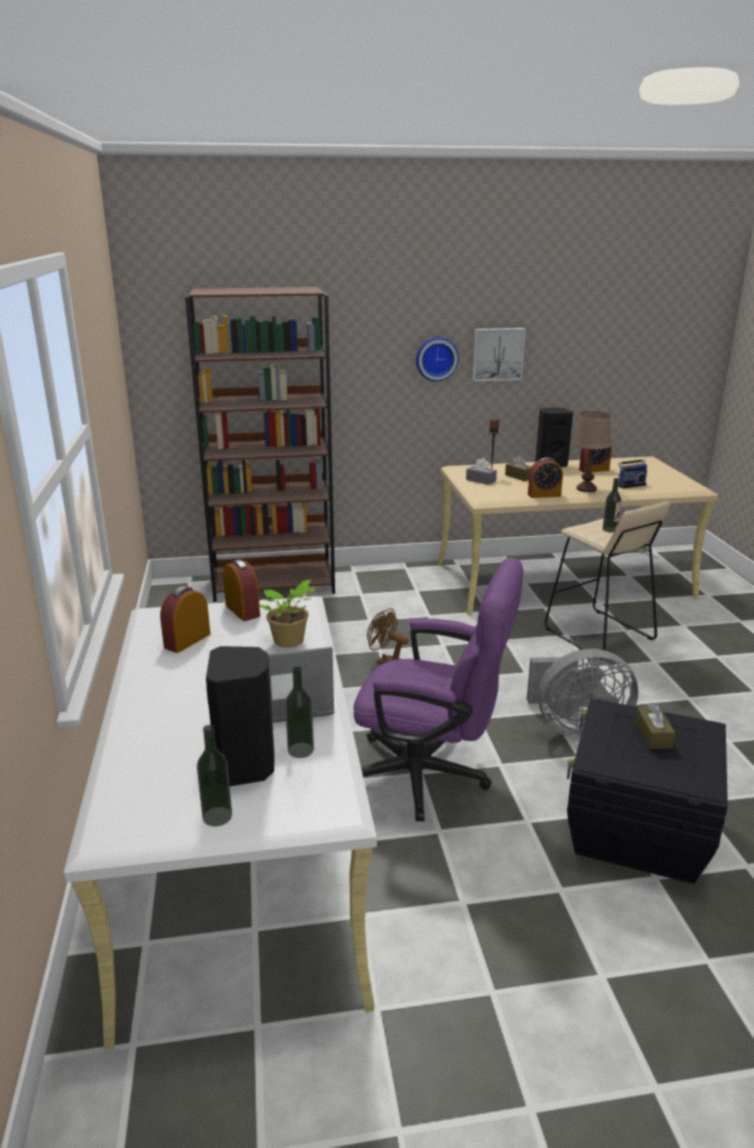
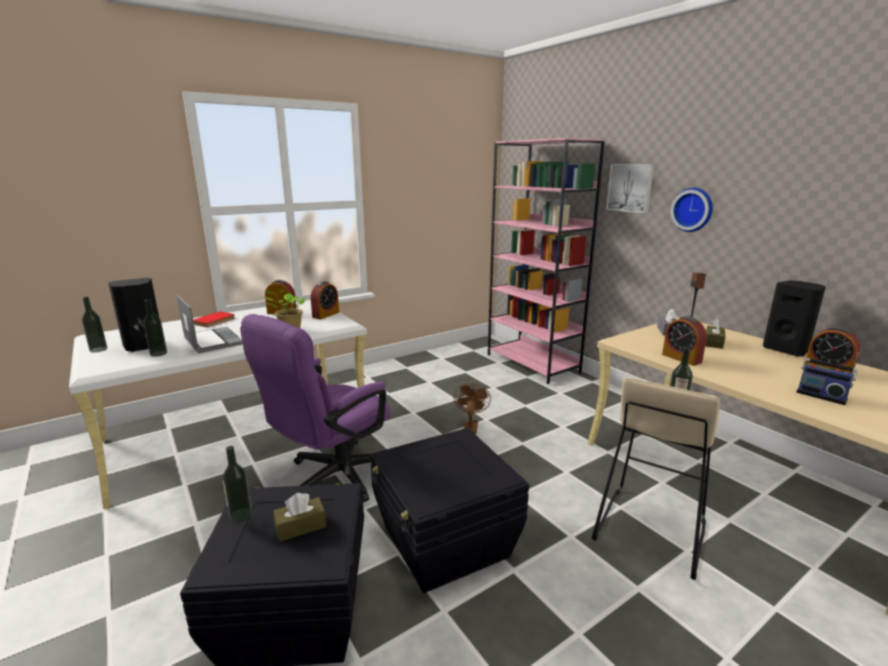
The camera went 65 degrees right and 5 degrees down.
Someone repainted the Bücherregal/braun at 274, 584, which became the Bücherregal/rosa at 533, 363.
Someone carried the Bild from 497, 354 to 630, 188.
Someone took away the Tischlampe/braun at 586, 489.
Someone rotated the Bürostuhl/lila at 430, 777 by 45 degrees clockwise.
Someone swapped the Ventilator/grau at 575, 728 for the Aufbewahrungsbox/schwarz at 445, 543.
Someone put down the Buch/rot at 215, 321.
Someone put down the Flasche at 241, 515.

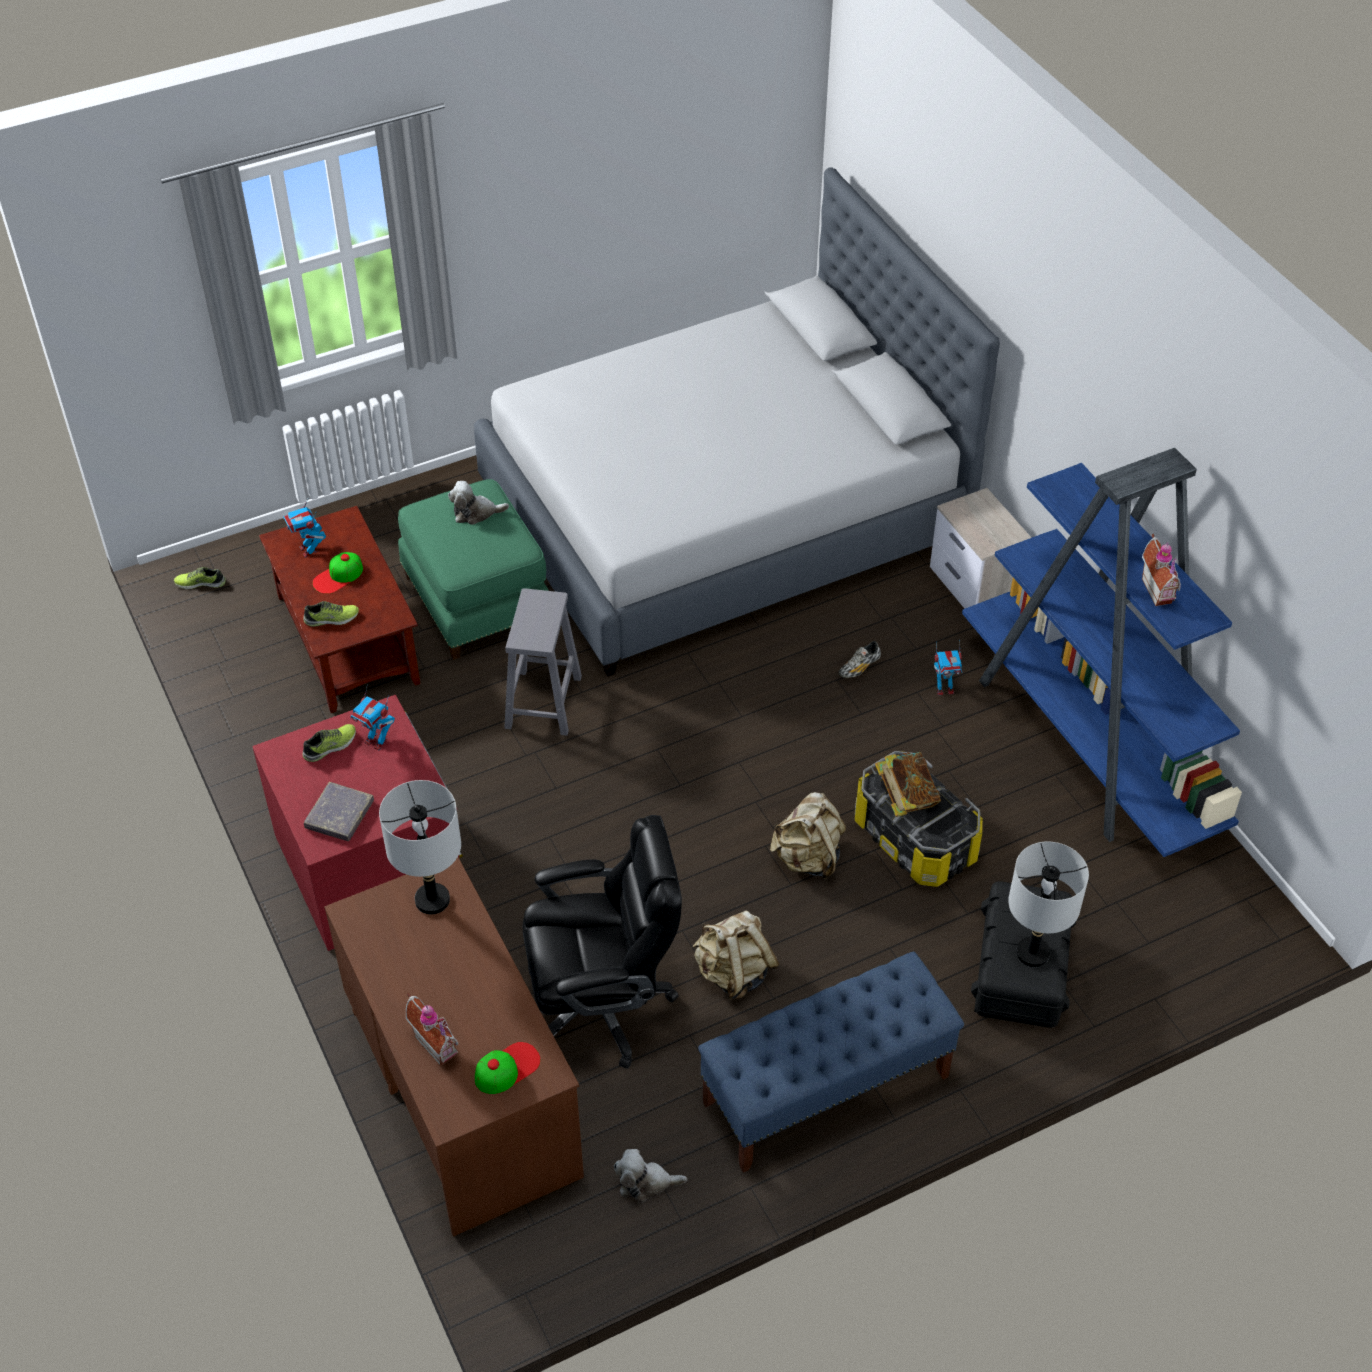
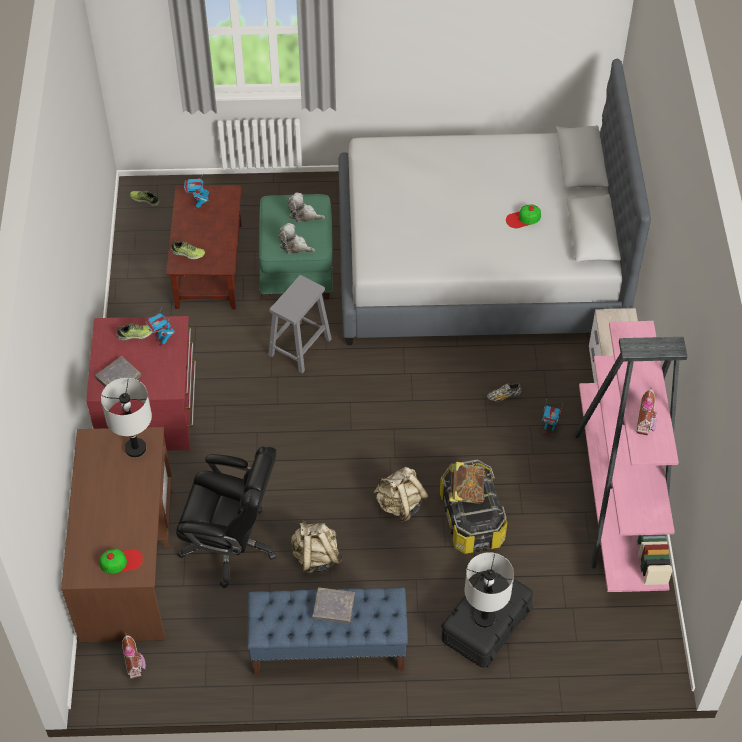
The camera went 25 degrees right and 5 degrees up.
Someone repainted the Bücherregal/blau at 1087, 744, which became the Bücherregal/rosa at 618, 500.
Someone carried the Kappe from 338, 576 to 523, 218.
Someone carried the Spielzeughaus from 438, 1043 to 136, 665.
Someone carried the Plüschtier from 645, 1182 to 295, 246.
Someone put down the Buch/grau at 333, 607.

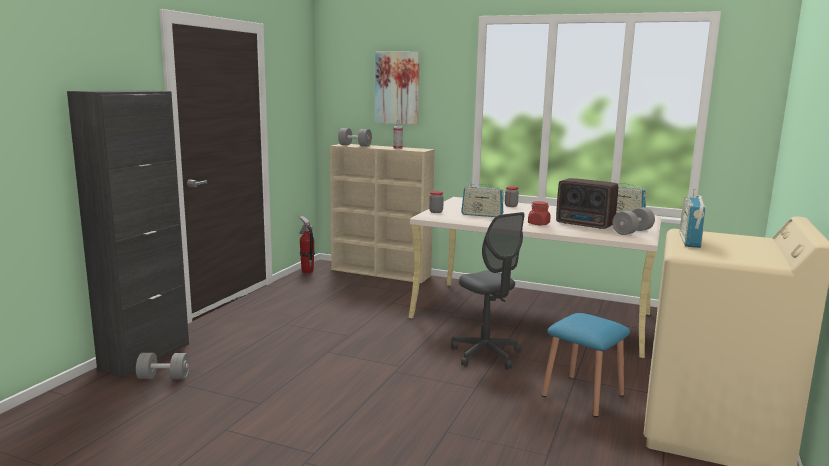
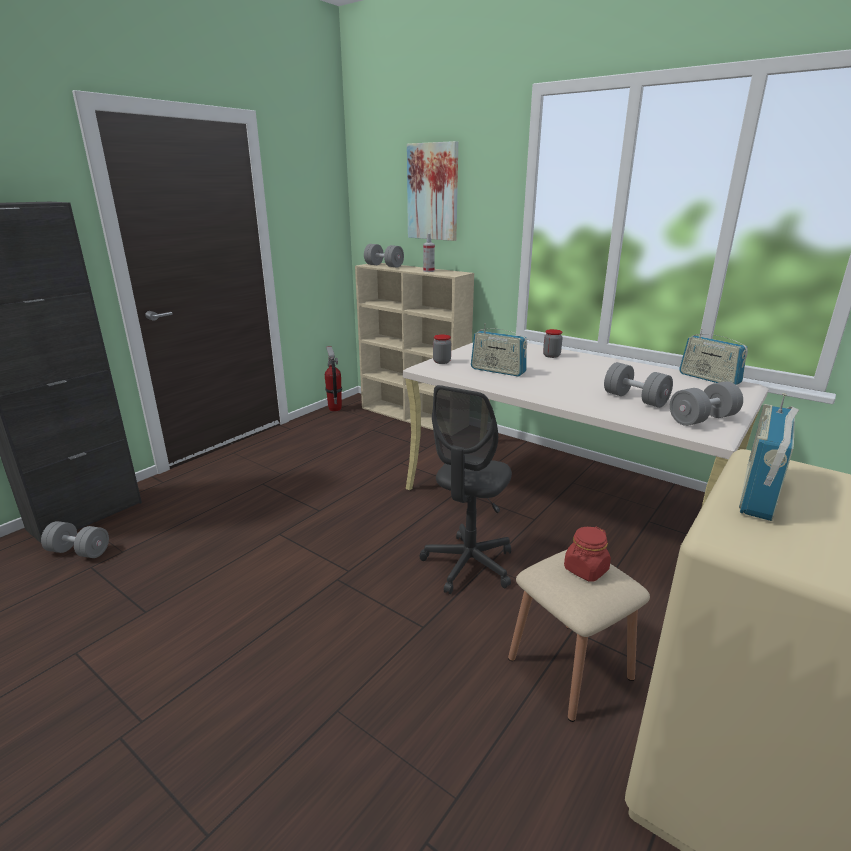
The camera went 15 degrees right and 10 degrees up.
Someone swapped the Radio at 585, 225 for the Hantel/grau at 635, 399.
Someone carried the Vorratsglas/rot from 538, 224 to 585, 570.
Someone rotated the Bürostuhl/grau at 485, 355 by 45 degrees clockwise.
Someone repainted the Hocker/blau at 582, 395, which became the Hocker/beige at 570, 668.

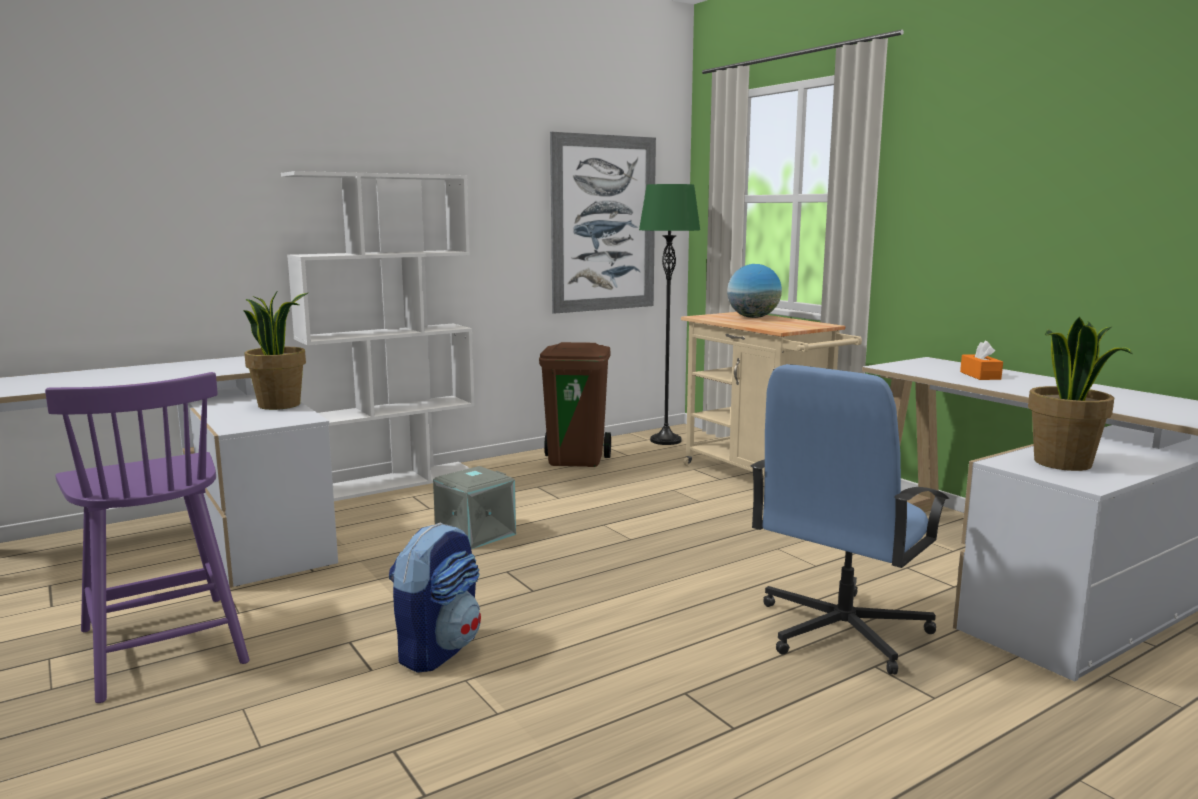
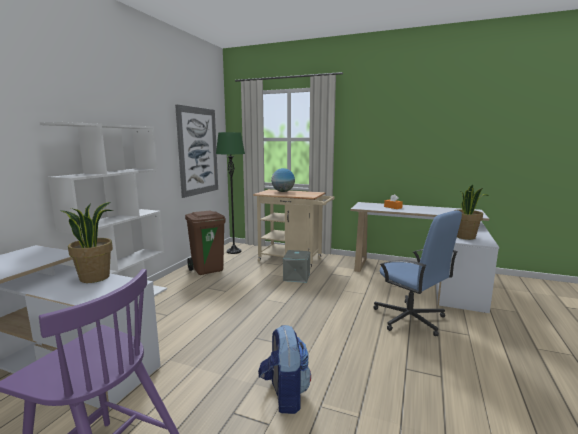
The camera went 35 degrees left and 0 degrees up.
Someone rotated the Bürostuhl/blau at 840, 631 by 45 degrees counterclockwise.
Someone carried the Aufbewahrungsbox/grau from 475, 533 to 296, 277.

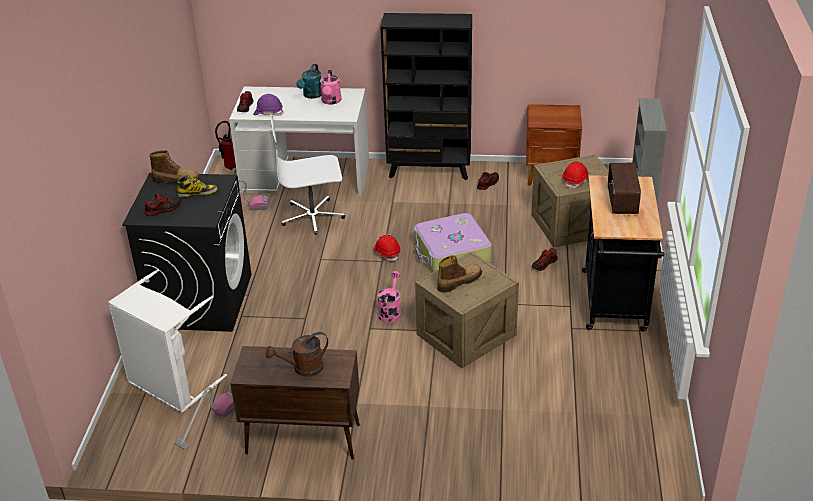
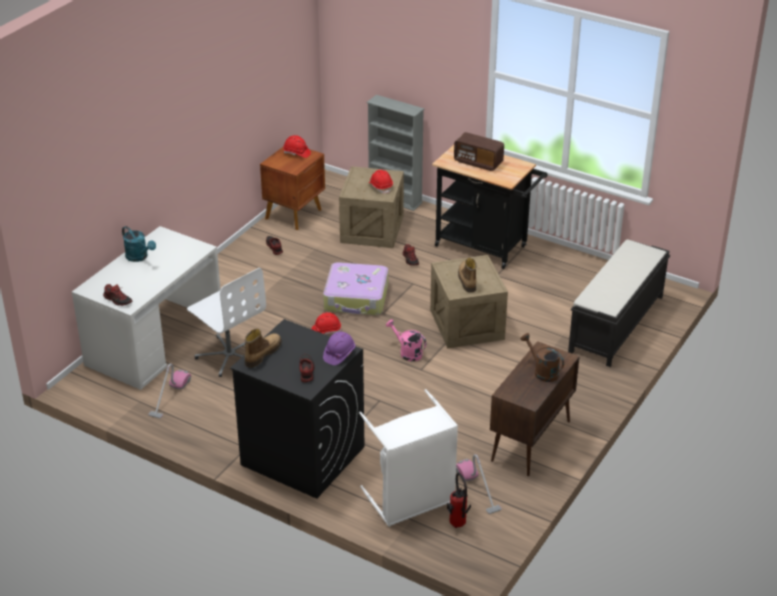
The camera went 65 degrees left and 0 degrees up.
Someone took away the Bücherregal/schwarz at 429, 170.
Someone took away the Gießkanne/rosa at 331, 101.
Someone carried the Schutzhelm/lila from 268, 113 to 339, 354.
Someone rotated the Bürostuhl/weiß at 313, 217 by 60 degrees counterclockwise.
Someone carried the Feuerlöscher from 228, 168 to 457, 526.
Someone took away the Stiefel at 197, 192.
Someone rotated the Gießkanne/braun at 303, 369 by 135 degrees clockwise.
Someone put down the Schutzhelm/rot at 296, 153.
Someone put down the Bank/schwarz at 616, 325.

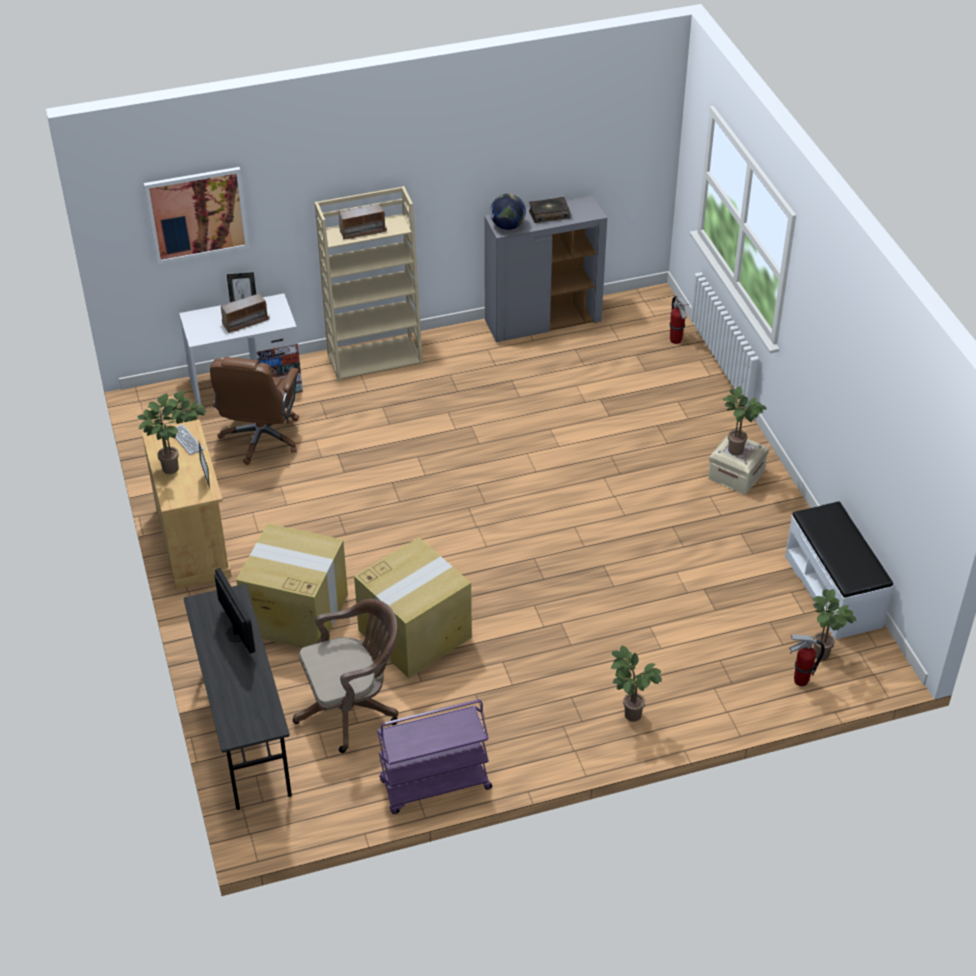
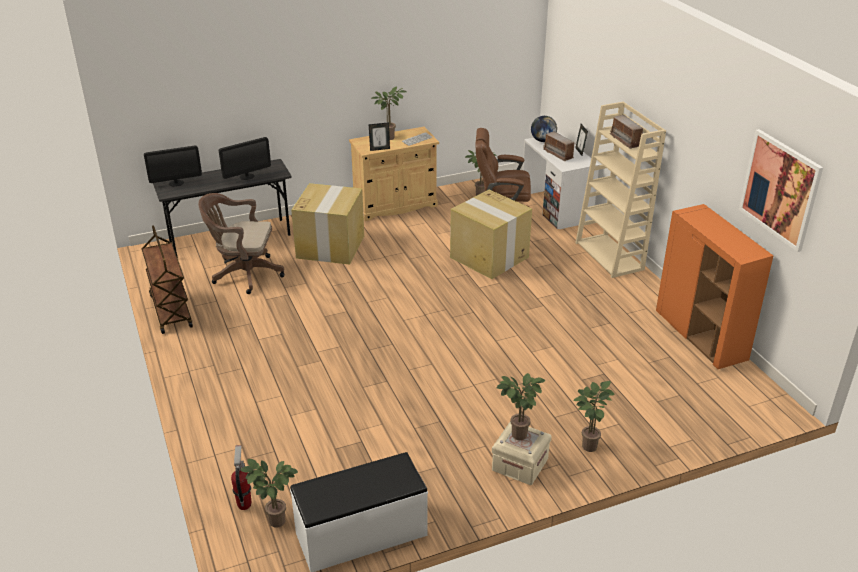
The camera went 85 degrees right and 10 degrees down.
Someone carried the Bild from 197, 214 to 780, 189.
Someone carried the Globus from 507, 226 to 543, 140.
Someone repainted the Schrank/grau at 543, 322, which became the Schrank/orange at 701, 336.
Someone took away the Buch at 549, 214.
Someone took away the Feuerlöscher at 676, 340.
Someone carried the Karton from 416, 633 to 490, 257.
Someone rotated the Bürostuhl/braun at 352, 709 by 120 degrees clockwise.
Someone carried the Topfpflanze from 629, 715 to 588, 444.
Someone repainted the Rollwagen/lila at 434, 786, which became the Rollwagen/braun at 170, 311.
Someone put down the Monitor at 176, 183.

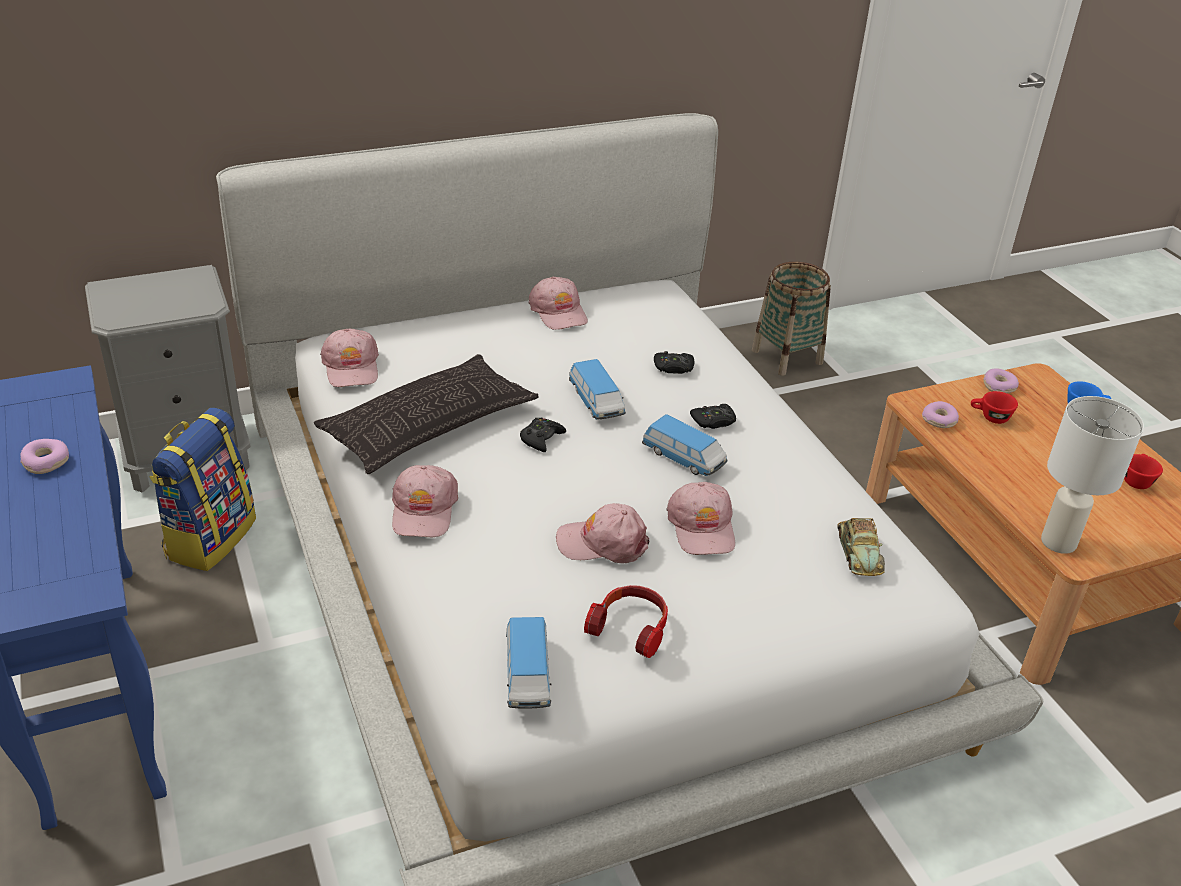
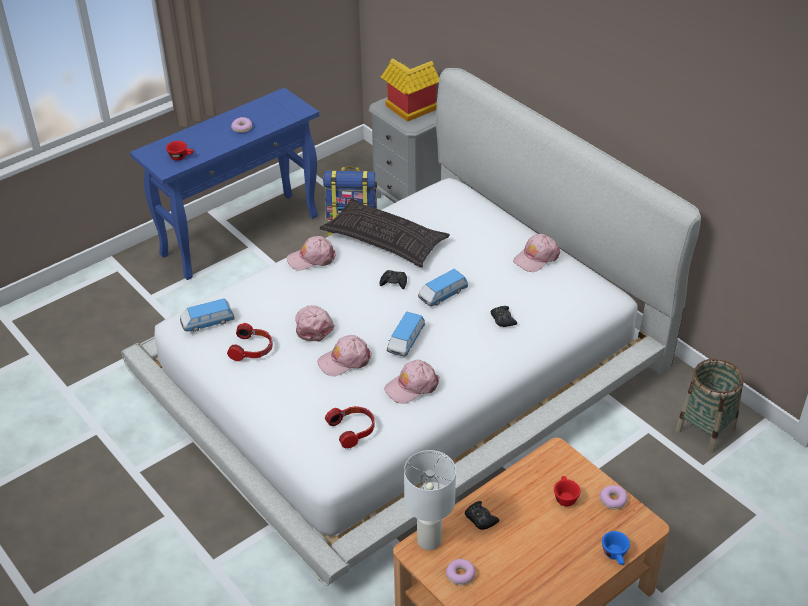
The camera went 75 degrees right and 5 degrees up.
Someone carried the Kappe/rosa from 351, 367 to 411, 386.
Someone carried the Donut from 939, 420 to 460, 575.
Someone carried the Gamepad/schwarz from 713, 421 to 480, 519.
Someone carried the Tasse/rot from 1136, 479 to 181, 157.
Someone swapped the Spielzeugauto at 858, 552 for the Kopfhörer at 353, 430.
Someone put down the Spielzeughaus at 408, 110.

